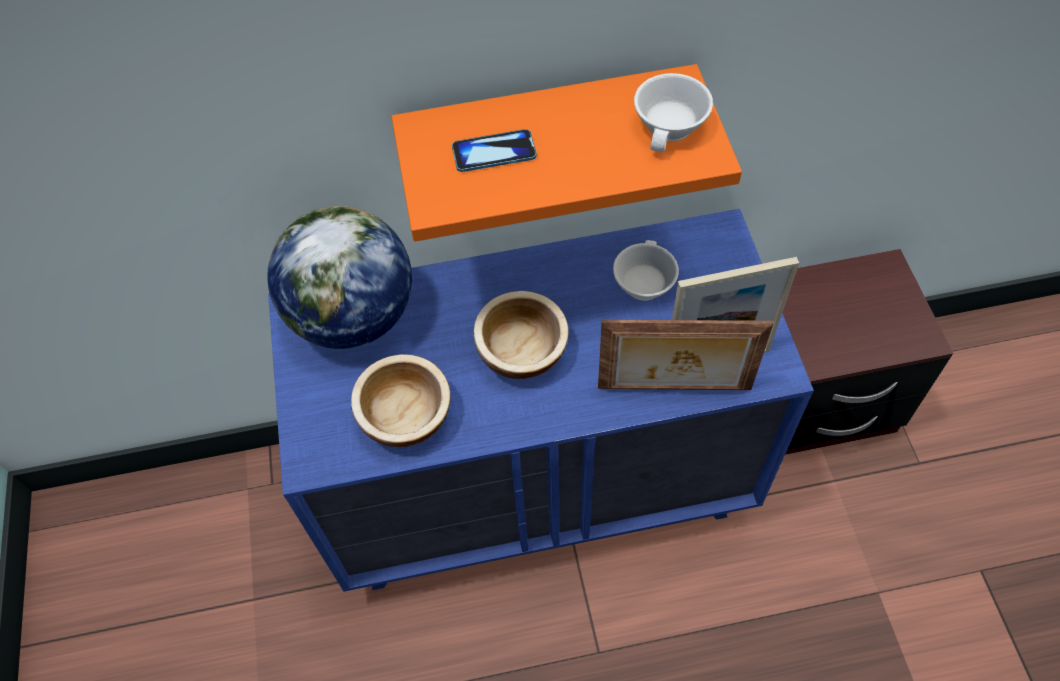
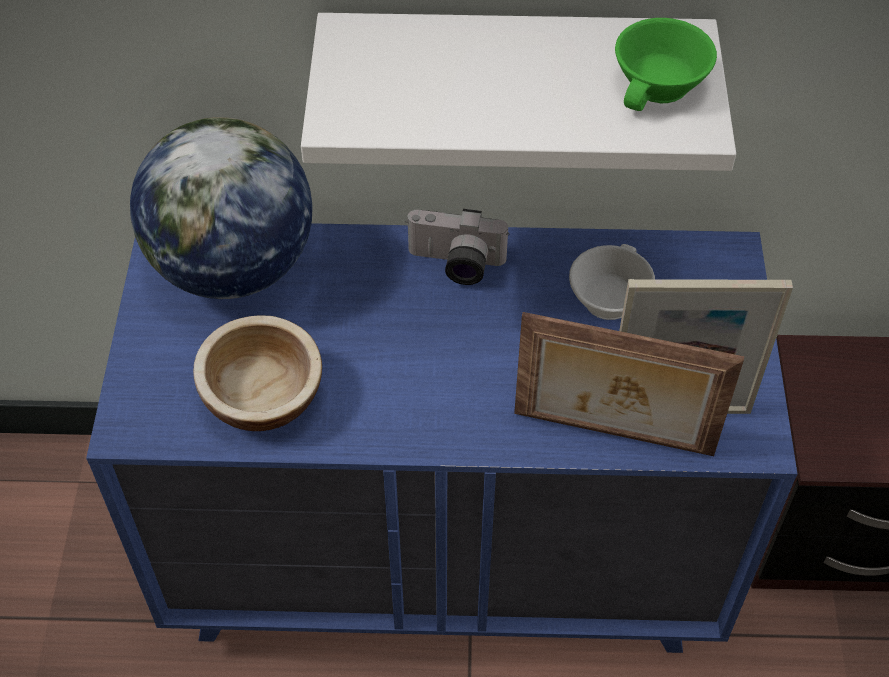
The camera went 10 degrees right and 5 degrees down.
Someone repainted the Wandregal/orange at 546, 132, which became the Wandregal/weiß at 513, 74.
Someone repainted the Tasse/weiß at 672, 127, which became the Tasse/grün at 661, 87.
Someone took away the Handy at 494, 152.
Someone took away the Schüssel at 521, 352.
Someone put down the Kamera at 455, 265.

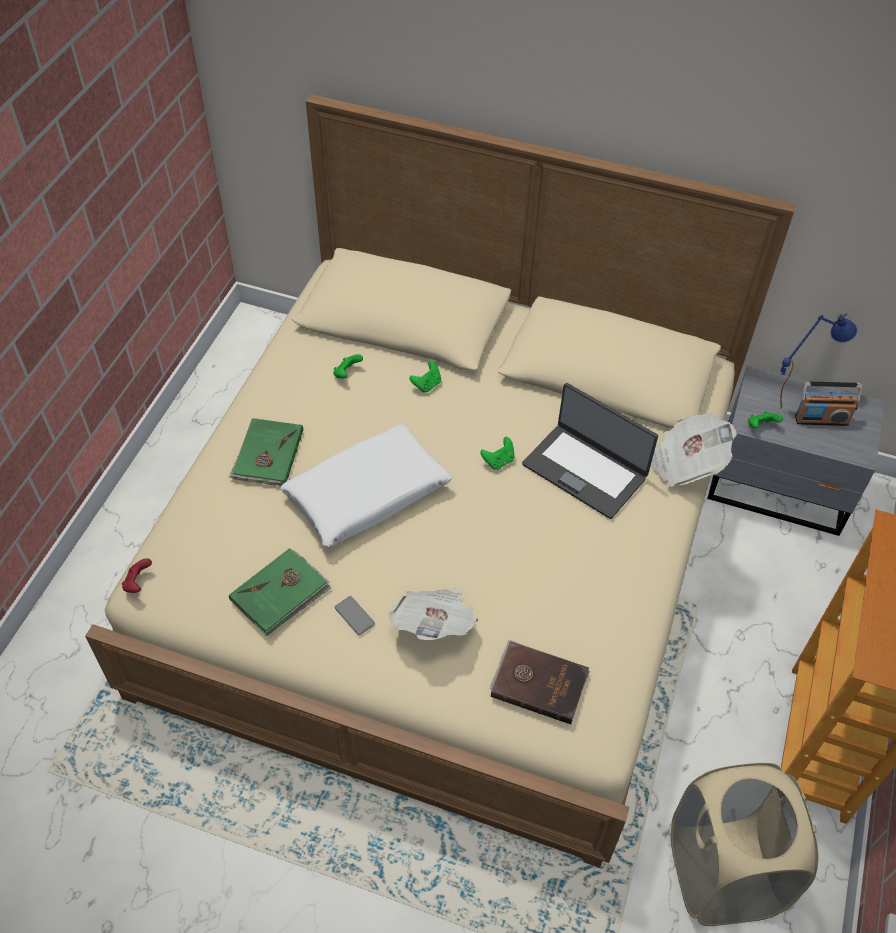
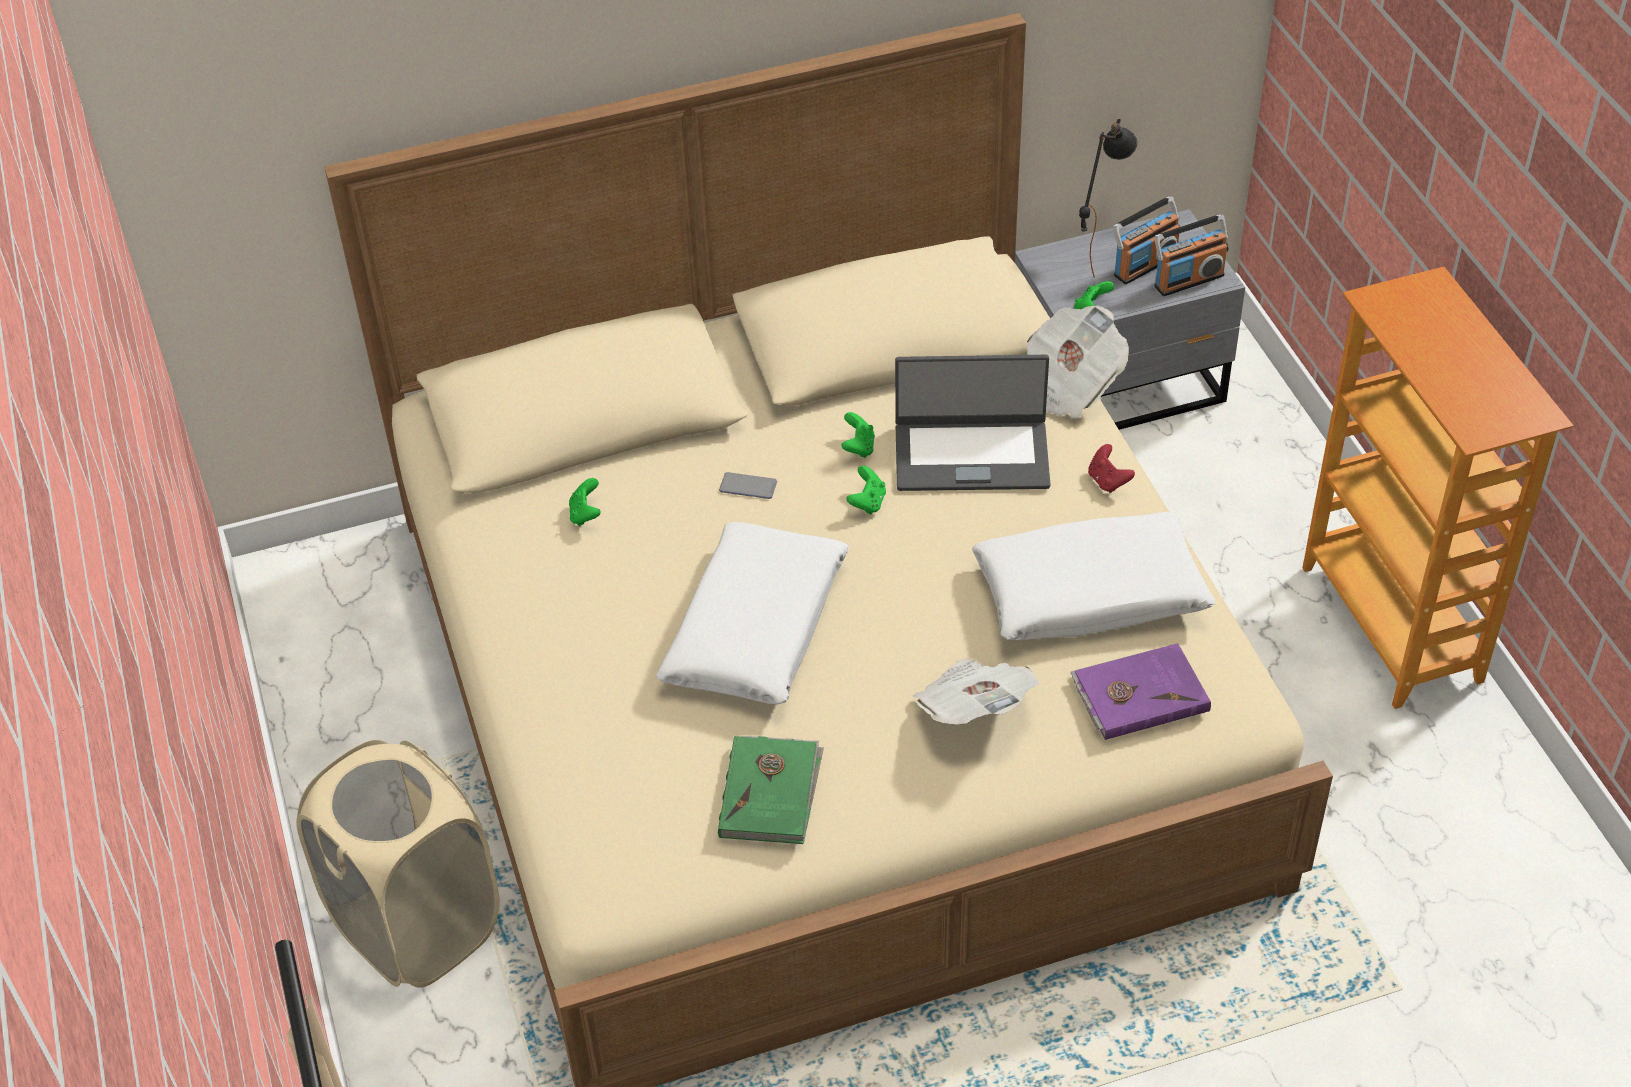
The camera went 35 degrees left and 5 degrees down.
Someone repainted the Tischlampe/blau at 797, 395, which became the Tischlampe/schwarz at 1097, 253.
Someone carried the Gamepad/grün from 427, 385 to 858, 447.
Someone took away the Buch/grün at 267, 455.
Someone carried the Gamepad/rot from 138, 583 to 1108, 481.
Someone carried the Handy from 354, 616 to 748, 487.
Someone repainted the Buch/braun at 539, 682, which became the Buch/lila at 1139, 694.
Someone carried the Wäschekorb/beige from 721, 873 to 416, 925.
Someone put down the Radio at 1188, 280.
Someone put down the Kissen/weiß at 1090, 594.

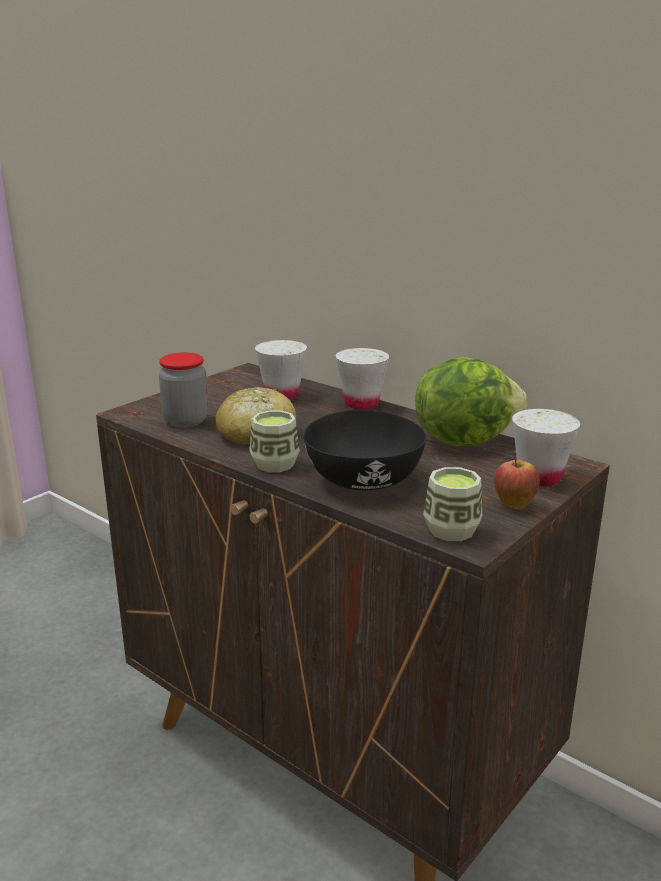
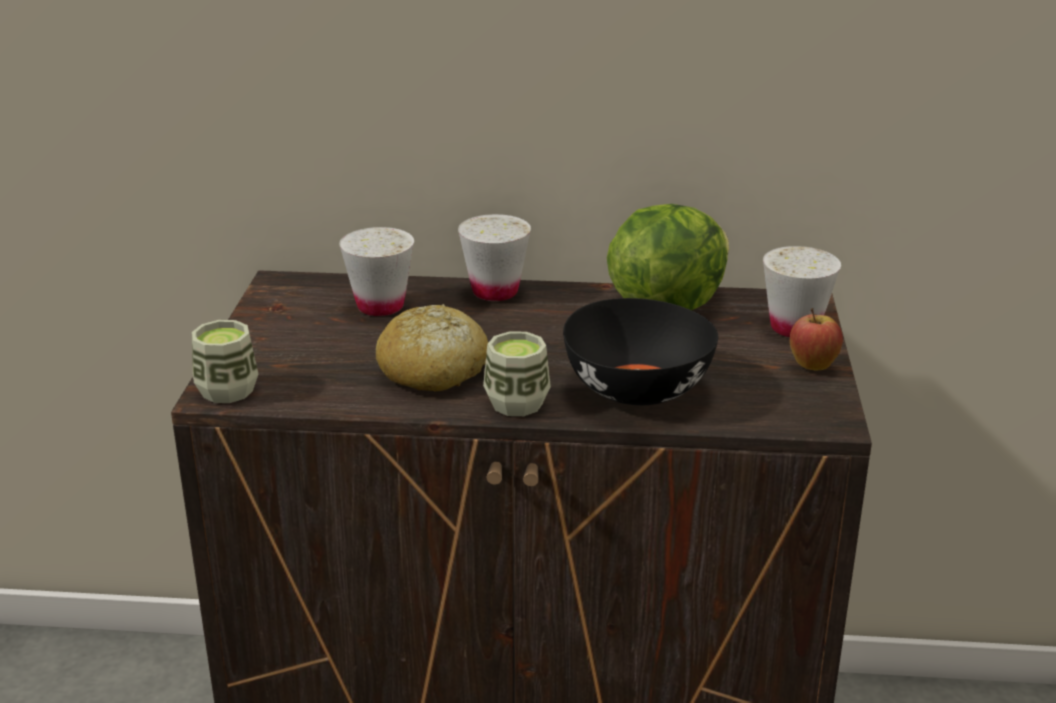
The camera went 35 degrees left and 5 degrees up.
Someone took away the Vorratsglas at 186, 421.
Someone carried the Tasse from 451, 530 to 227, 390.

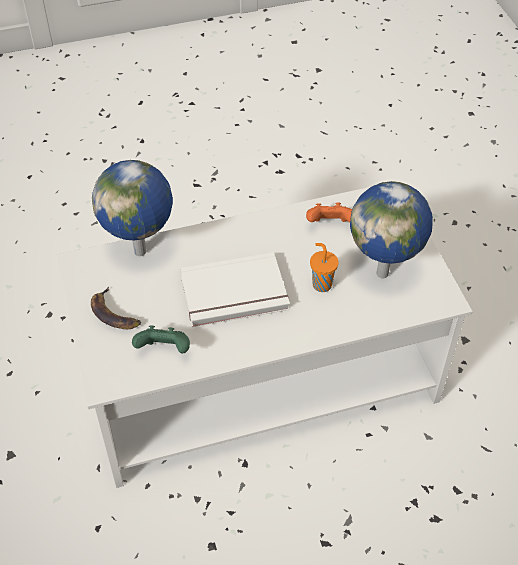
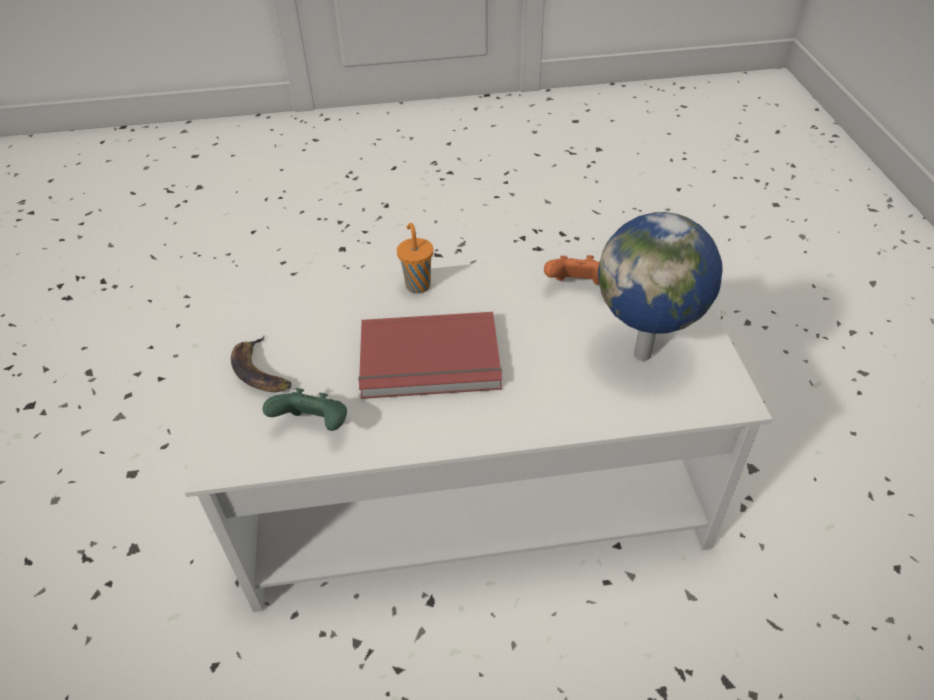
The camera went 10 degrees right and 5 degrees down.
Someone took away the Globus at 142, 251.
Someone carried the Tasse/orange from 321, 284 to 417, 284.
Someone repainted the Buch/weiß at 235, 294, which became the Buch/rot at 430, 362.

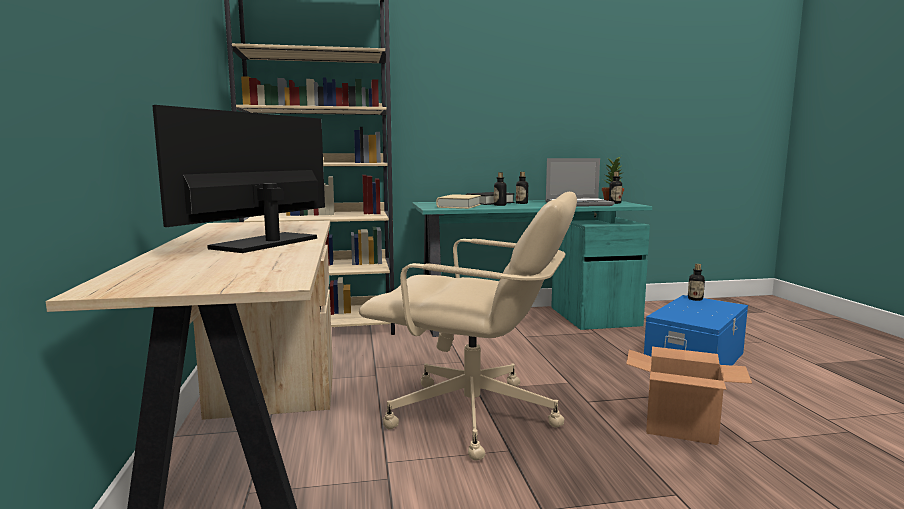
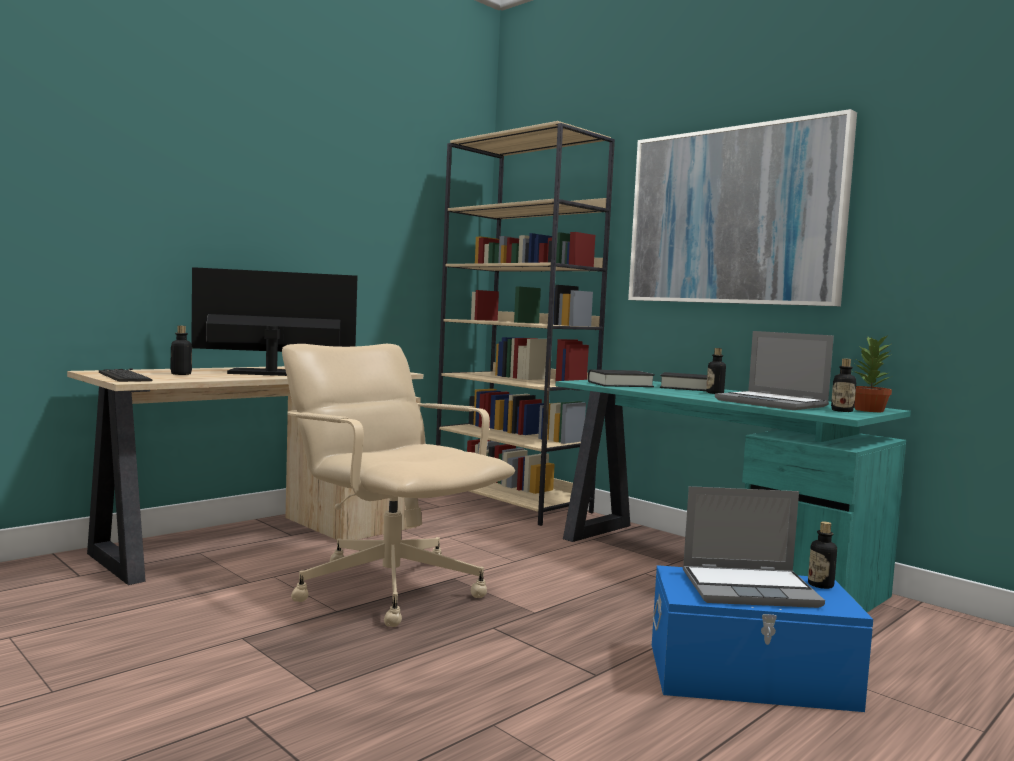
The camera went 55 degrees right and 5 degrees down.
Someone carried the Flasche from 500, 205 to 181, 374.
Someone rotated the Bürostuhl/beige at 474, 417 by 150 degrees clockwise.
Someone repainted the Buch/beige at 459, 206, which became the Buch/schwarz at 620, 384.
Someone took away the Karton at 681, 428.
Someone put up the Bild at 734, 217.
Someone put down the Tastatur at 123, 376.
Someone put down the Laptop at 750, 589.

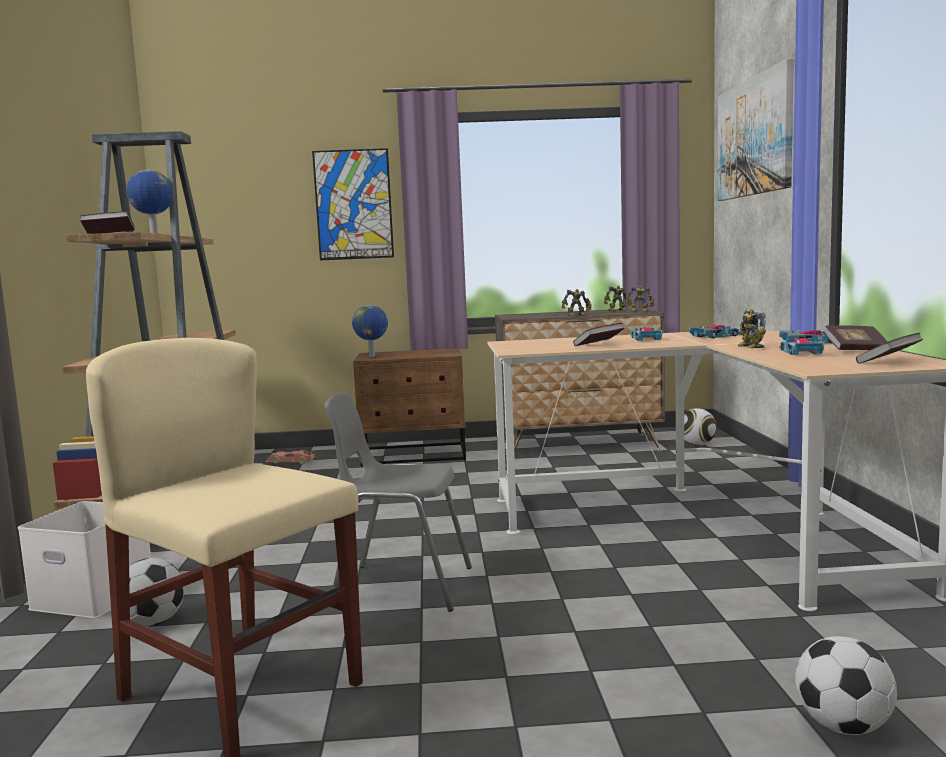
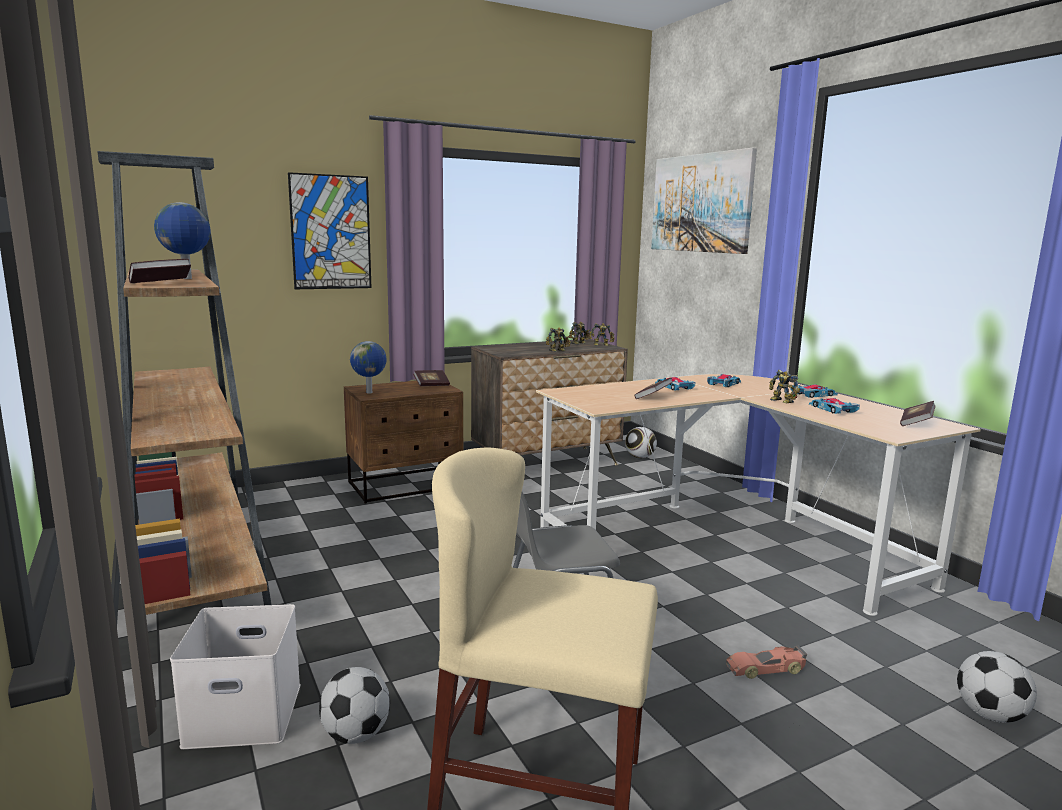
The camera went 25 degrees left and 5 degrees up.
Someone carried the Buch from 856, 350 to 431, 385.
Someone carried the Spielzeugauto from 291, 462 to 766, 669.

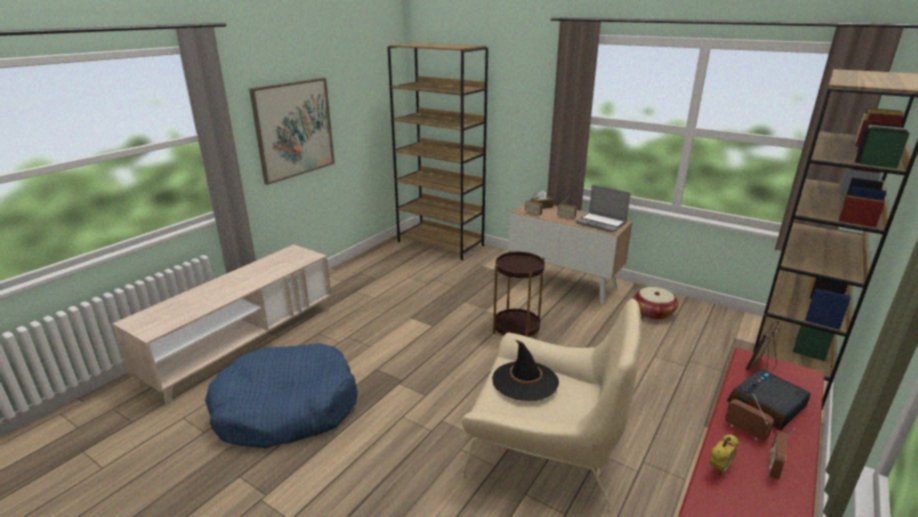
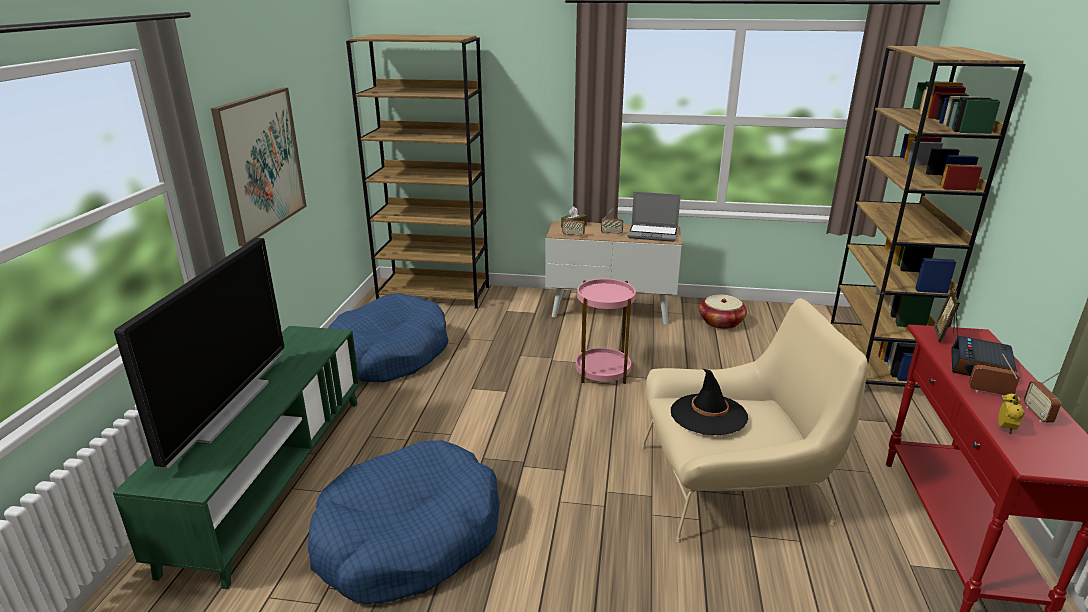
The camera went 25 degrees left and 0 degrees up.
Someone repainted the Fernsehschrank/beige at 244, 343, which became the Fernsehschrank/grün at 272, 477.
Someone repainted the Beistelltisch/braun at 516, 329, which became the Beistelltisch/rosa at 602, 372.
Someone put down the Fernseher at 225, 409.
Someone put down the Hundebett/blau at 389, 354.

